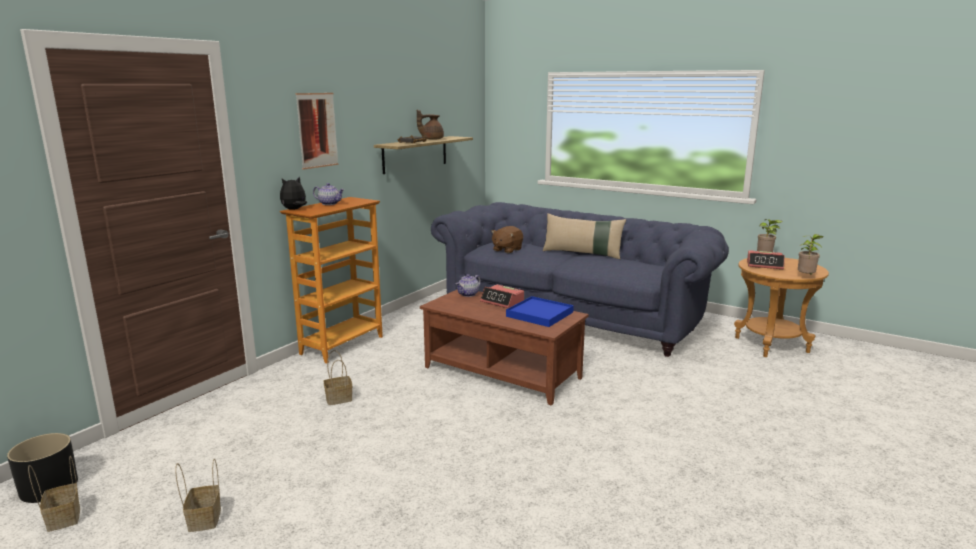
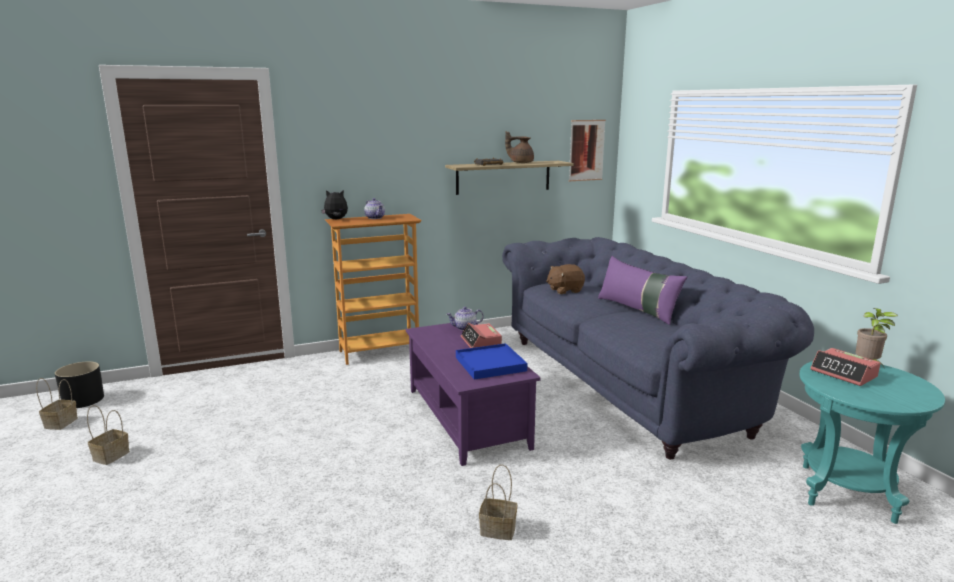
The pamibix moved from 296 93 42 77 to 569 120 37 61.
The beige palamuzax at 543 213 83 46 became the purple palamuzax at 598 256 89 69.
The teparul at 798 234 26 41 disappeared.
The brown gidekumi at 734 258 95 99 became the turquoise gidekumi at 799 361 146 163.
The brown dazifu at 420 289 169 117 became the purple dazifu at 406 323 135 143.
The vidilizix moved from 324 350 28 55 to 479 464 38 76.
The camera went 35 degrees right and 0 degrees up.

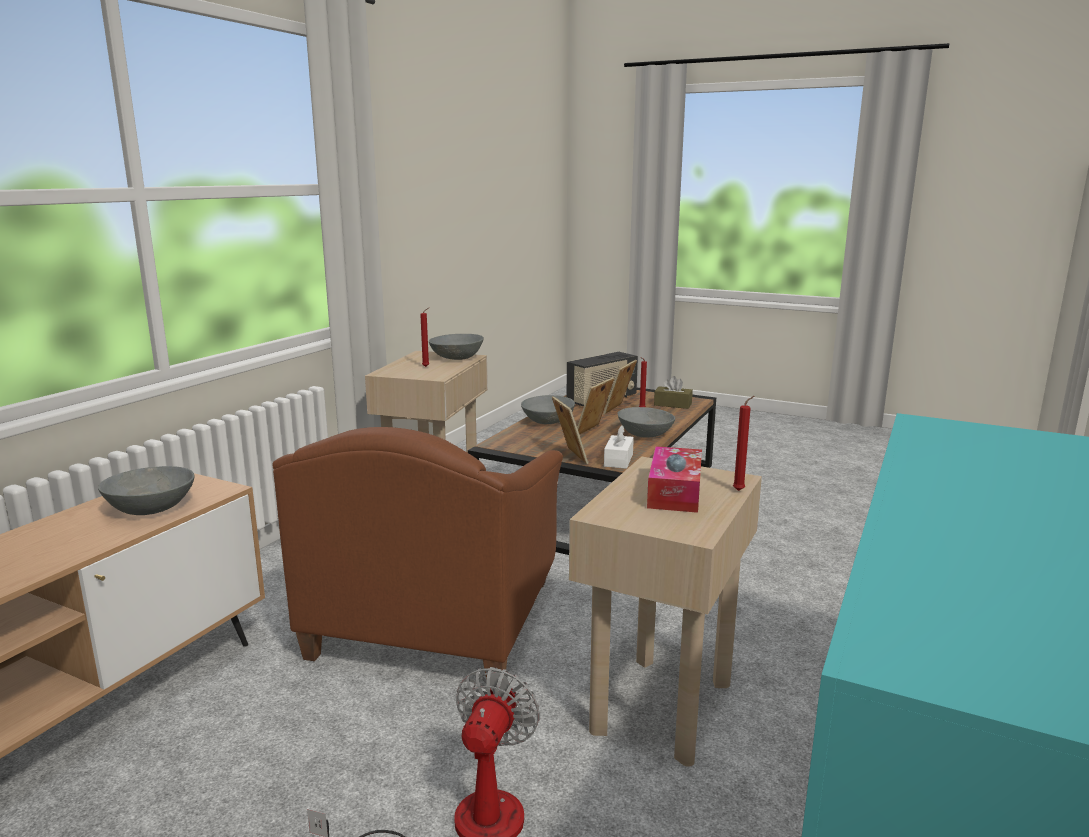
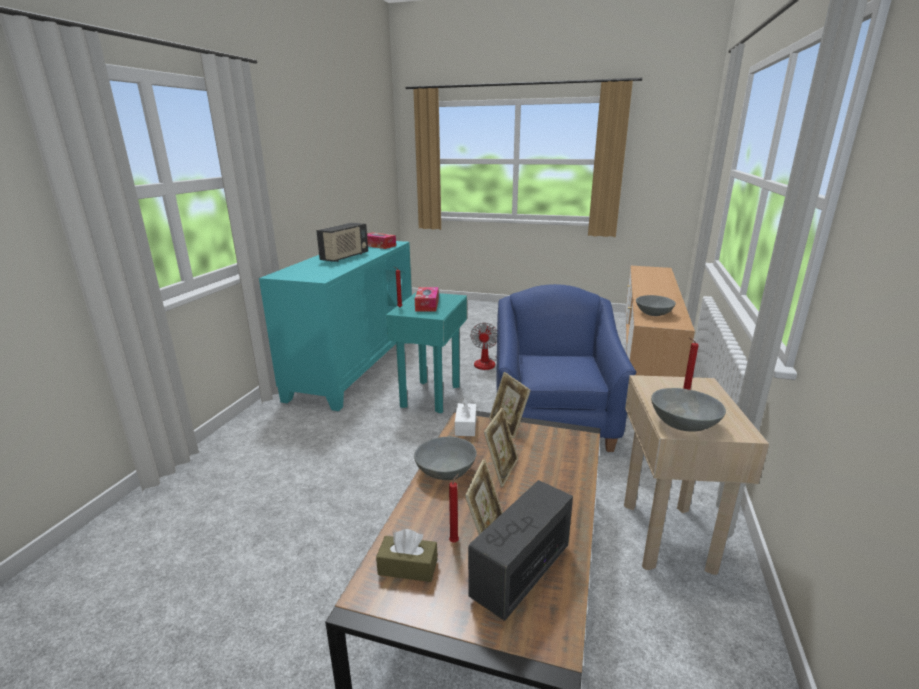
The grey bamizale at 521 395 54 29 disappeared.
The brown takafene at 273 427 290 251 became the blue takafene at 496 284 140 168.
The beige gidekumi at 569 456 193 311 became the turquoise gidekumi at 386 292 81 121.
The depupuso at 316 223 52 39 appeared.
The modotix at 367 232 29 17 appeared.
The camera went 170 degrees right and 5 degrees up.

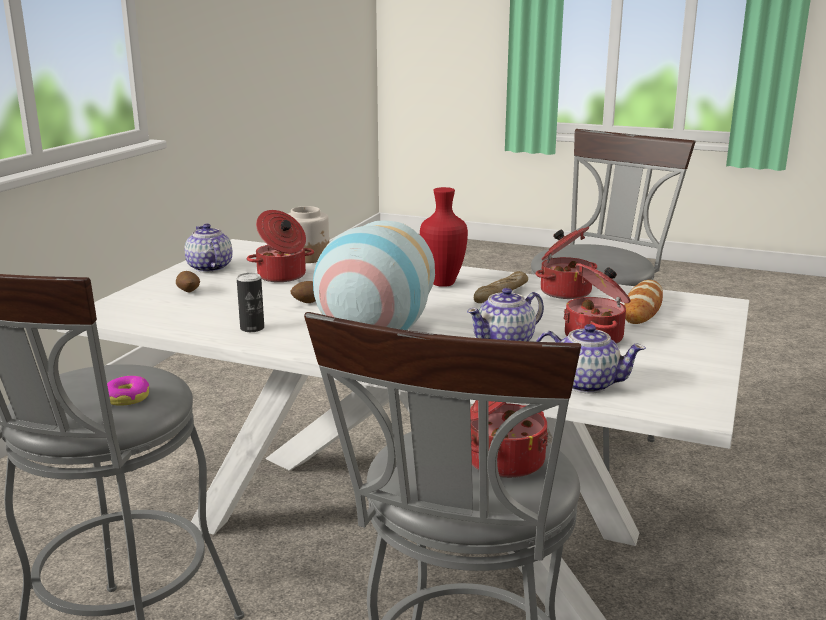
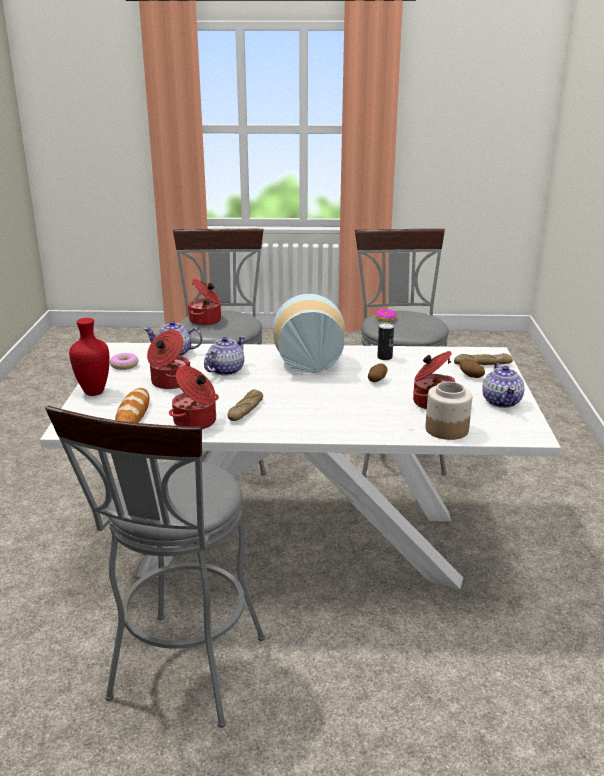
The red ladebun moved from 420 187 48 100 to 69 318 41 78.
The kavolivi at 185 224 47 49 turned 45 degrees clockwise.
The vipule at 110 353 28 17 appeared.
The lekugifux at 454 353 59 12 appeared.
The camera went 160 degrees right and 5 degrees up.

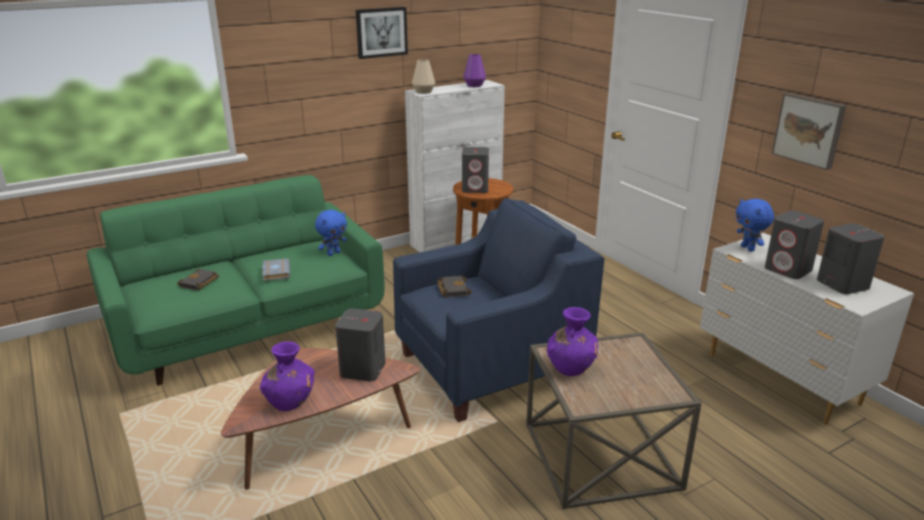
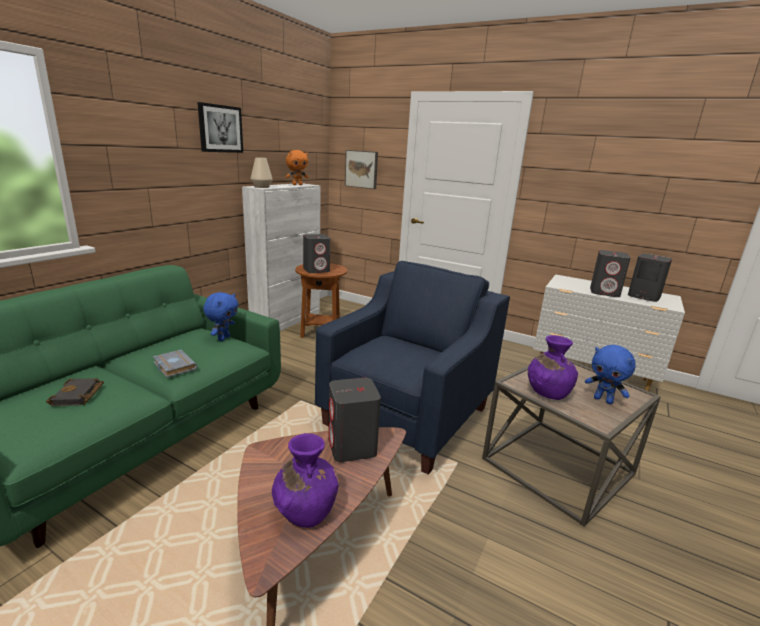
The purple ladebun at 463 54 23 33 was replaced by the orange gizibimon at 286 150 23 35.
The pamibix moved from 772 93 74 77 to 345 150 33 39.
The blue gizibimon moved from 736 199 38 53 to 585 345 51 59.
The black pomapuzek at 437 275 35 23 disappeared.
The camera went 30 degrees left and 5 degrees down.

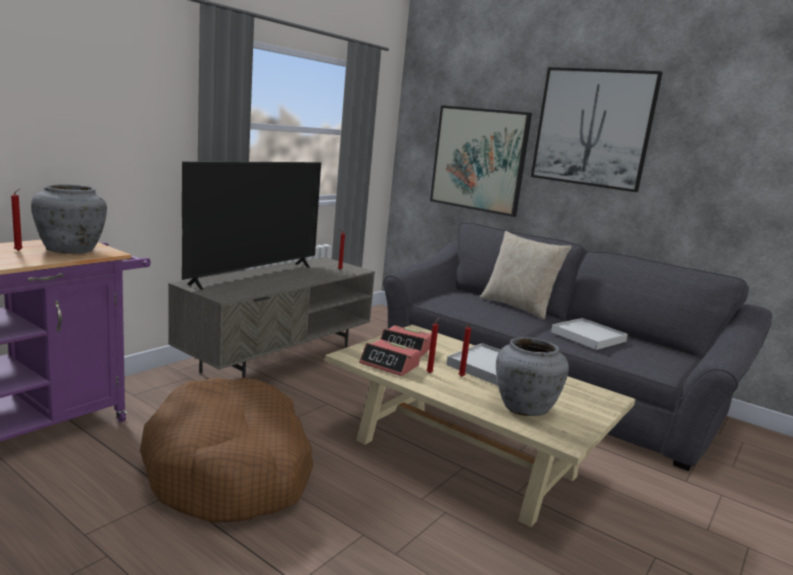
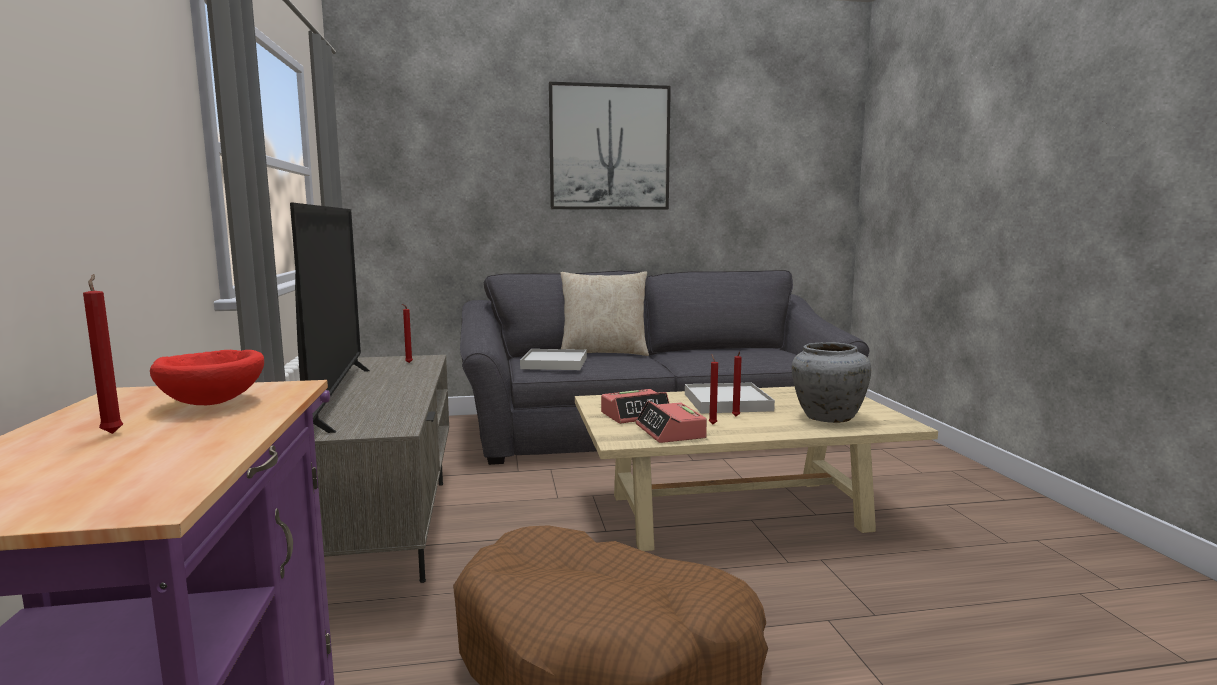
The pamibix at 430 105 102 112 disappeared.
The grey ladebun at 31 184 76 70 was replaced by the red bamizale at 150 350 114 56.
The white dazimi moved from 551 318 77 32 to 520 349 67 21.
The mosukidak at 359 339 62 37 turned 90 degrees clockwise.
The camera went 45 degrees left and 5 degrees down.

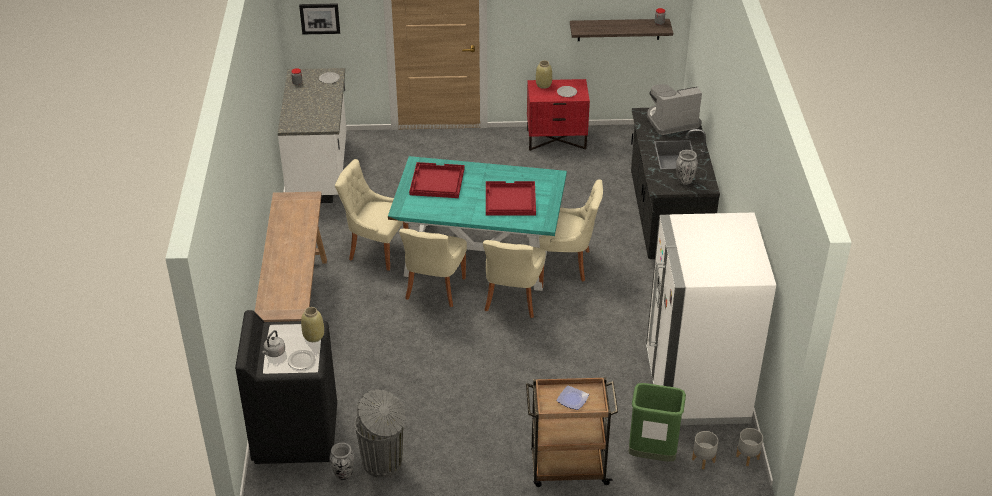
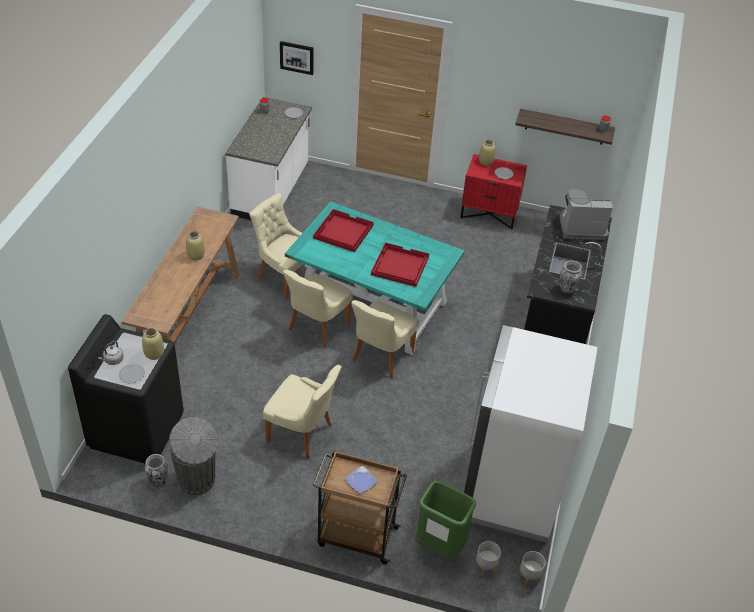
The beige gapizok moved from 539 180 64 101 to 263 365 79 94.
The beige ladebun at 186 231 19 29 appeared.
The camera went 15 degrees right and 5 degrees up.

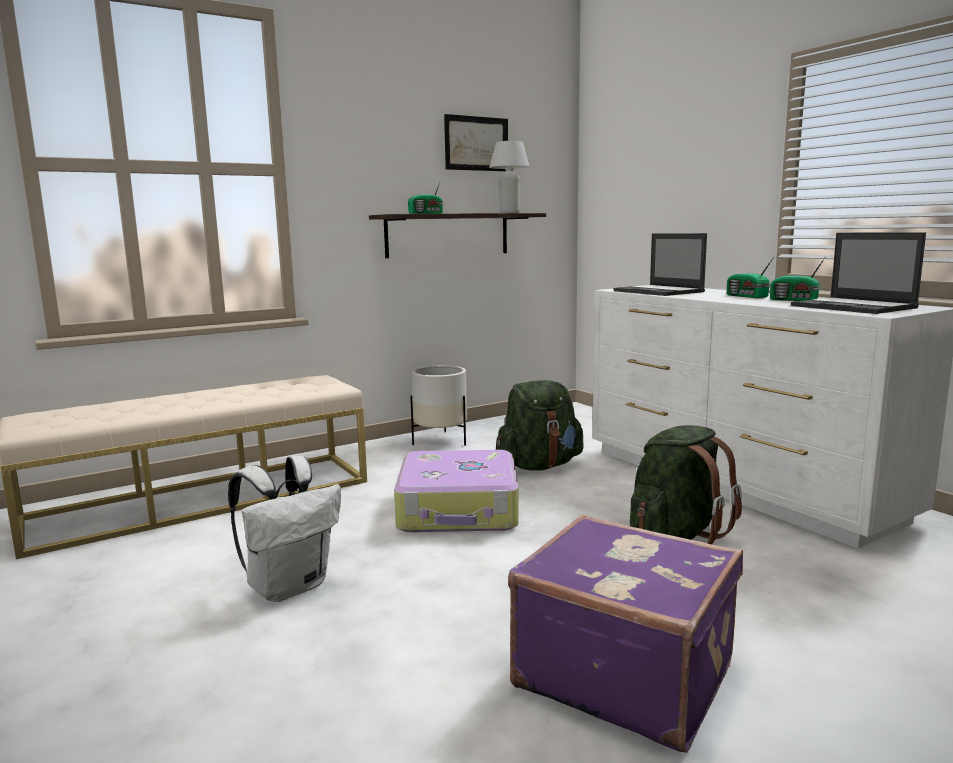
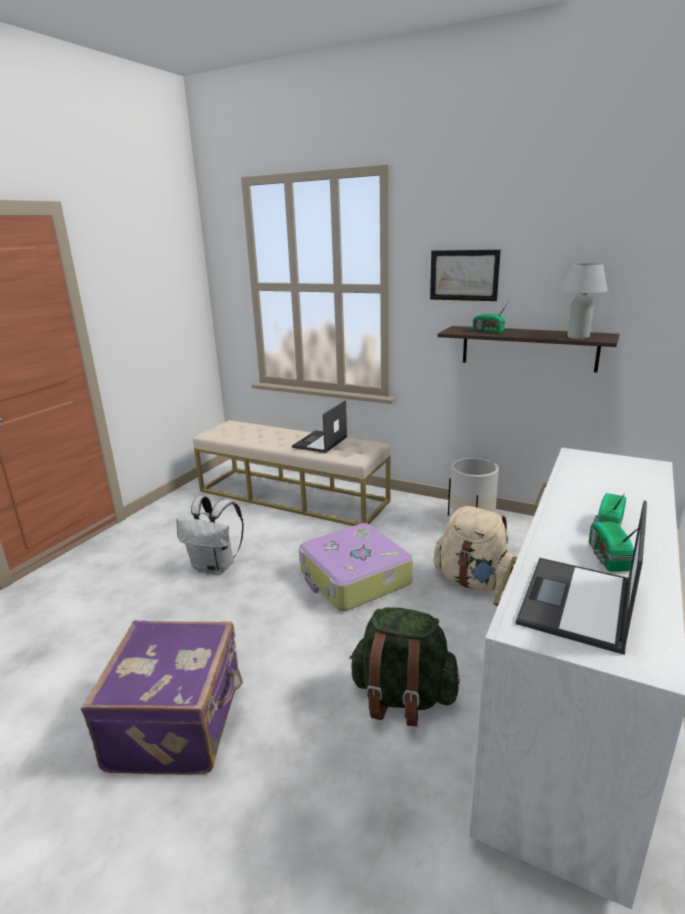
The pamibix moved from 444 114 64 57 to 430 250 71 51.
The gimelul moved from 614 233 93 63 to 292 400 56 53.
The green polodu at 496 380 88 91 became the beige polodu at 433 506 82 85.
The camera went 60 degrees right and 10 degrees up.

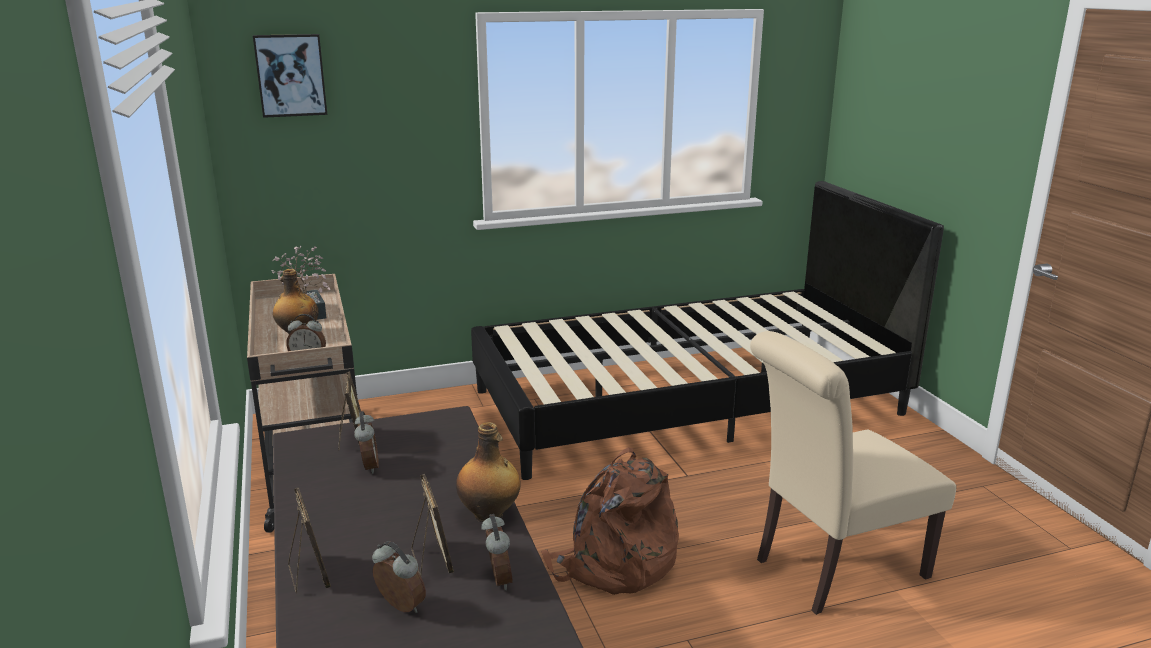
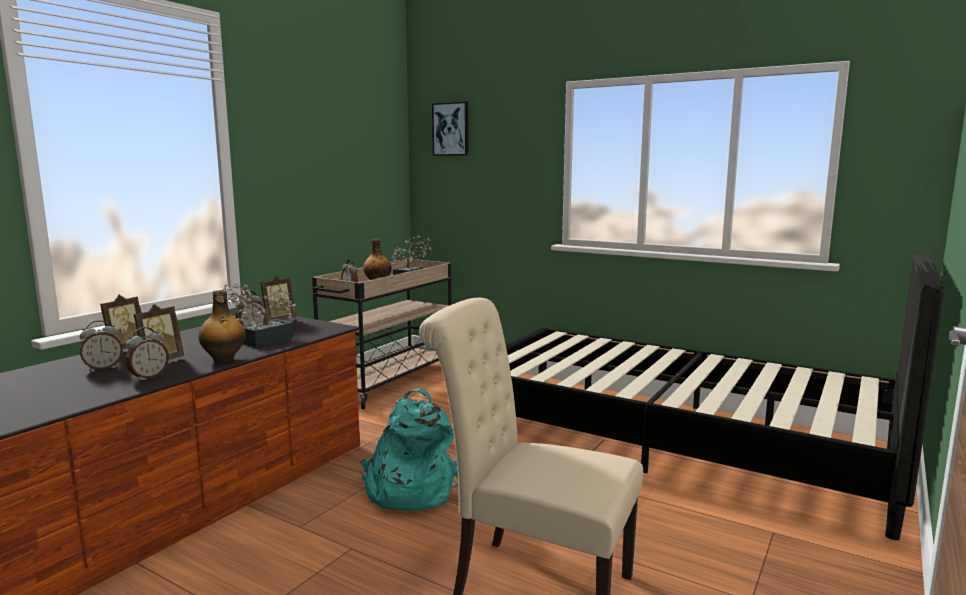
The brown polodu at 541 447 138 148 became the turquoise polodu at 360 388 99 123.
The mosukidak at 372 541 54 72 turned 60 degrees clockwise.
The teparul at 223 283 73 64 appeared.
The camera went 50 degrees right and 10 degrees down.

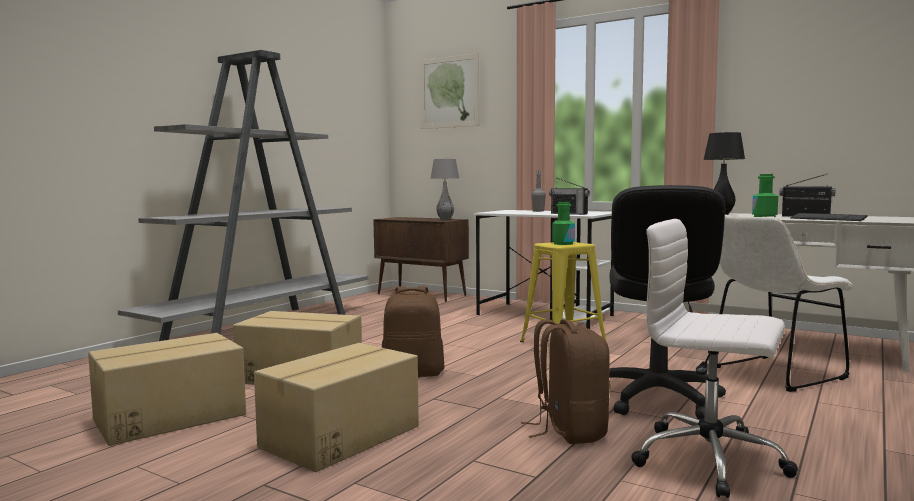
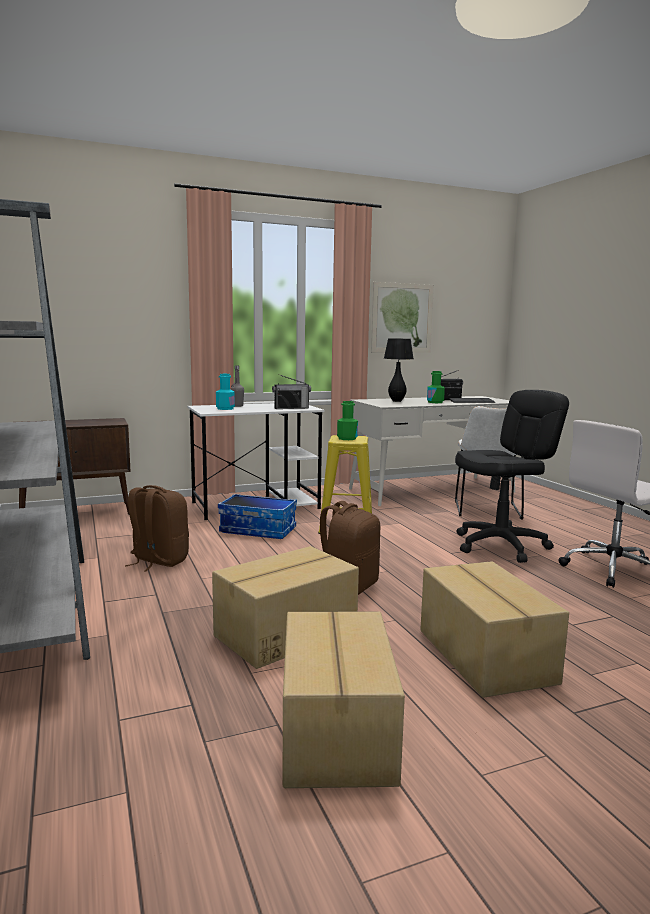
The pamibix moved from 420 53 59 76 to 371 282 63 71.
The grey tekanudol at 430 159 29 61 disappeared.
The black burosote at 609 185 117 235 turned 75 degrees counterclockwise.
The brown polodu moved from 521 319 89 125 to 125 485 64 87.
The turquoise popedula at 216 374 19 36 appeared.
The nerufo at 218 494 79 45 appeared.
The camera went 55 degrees left and 5 degrees up.

